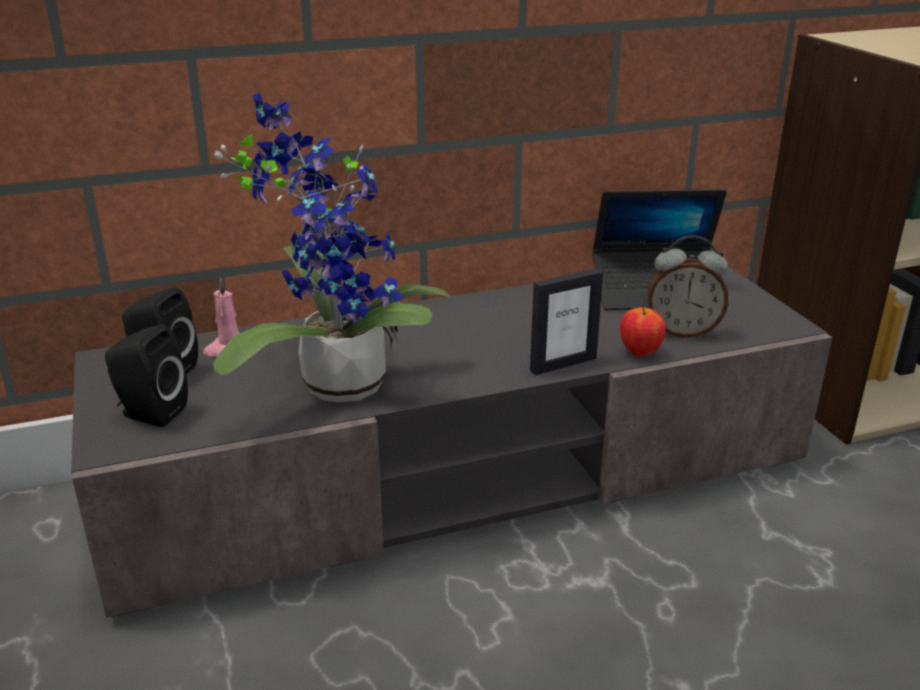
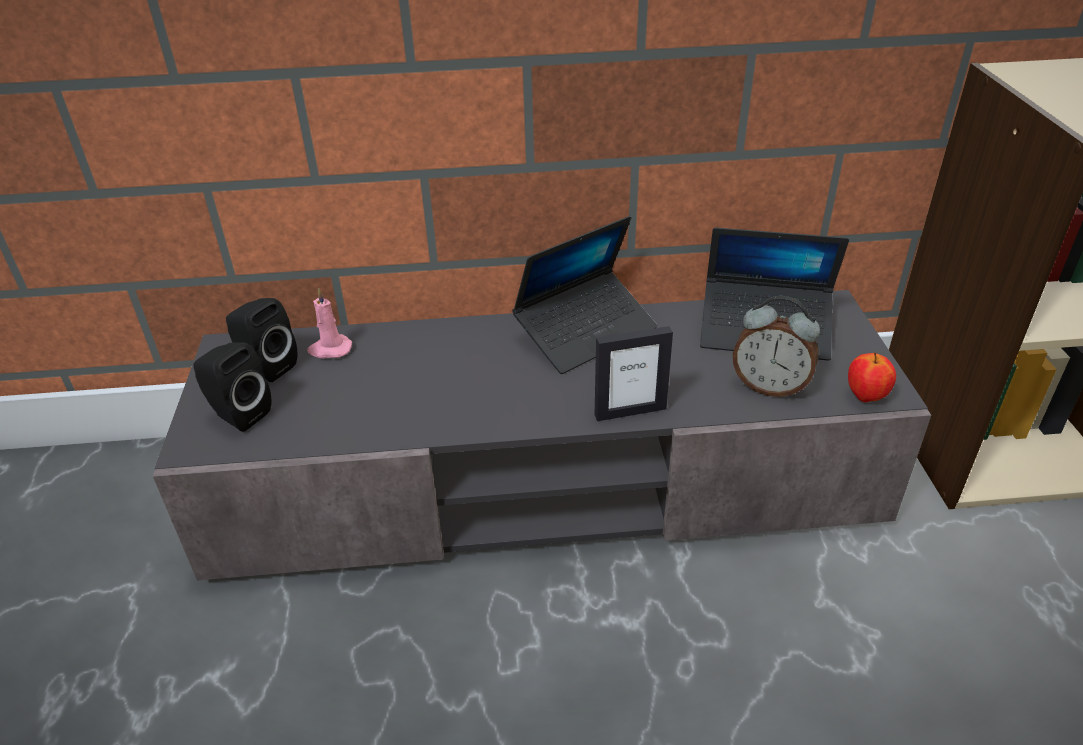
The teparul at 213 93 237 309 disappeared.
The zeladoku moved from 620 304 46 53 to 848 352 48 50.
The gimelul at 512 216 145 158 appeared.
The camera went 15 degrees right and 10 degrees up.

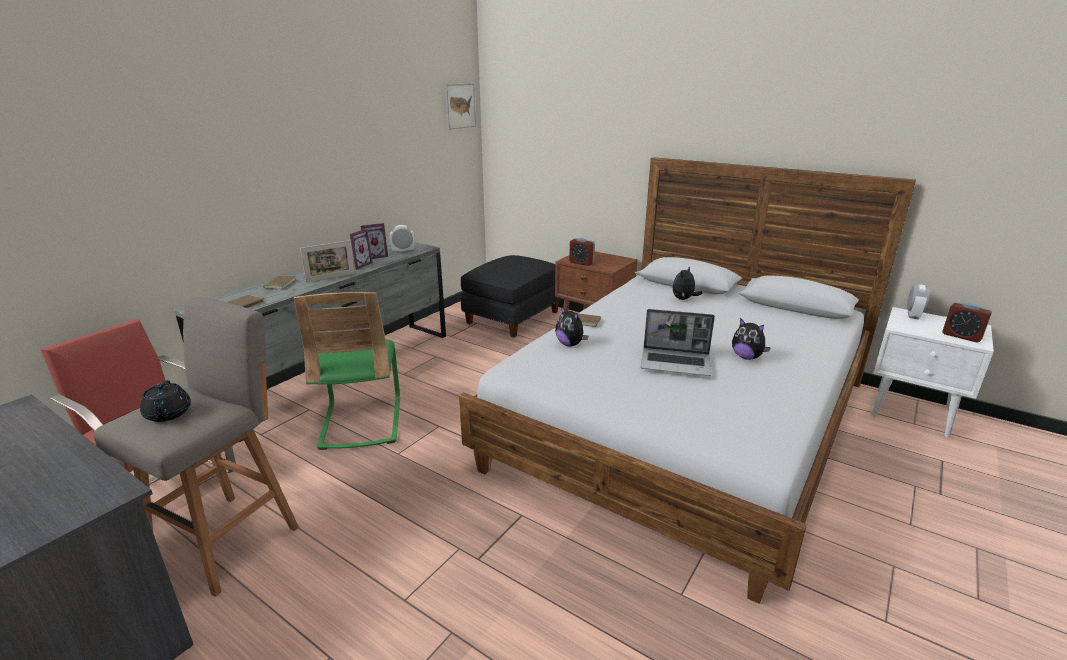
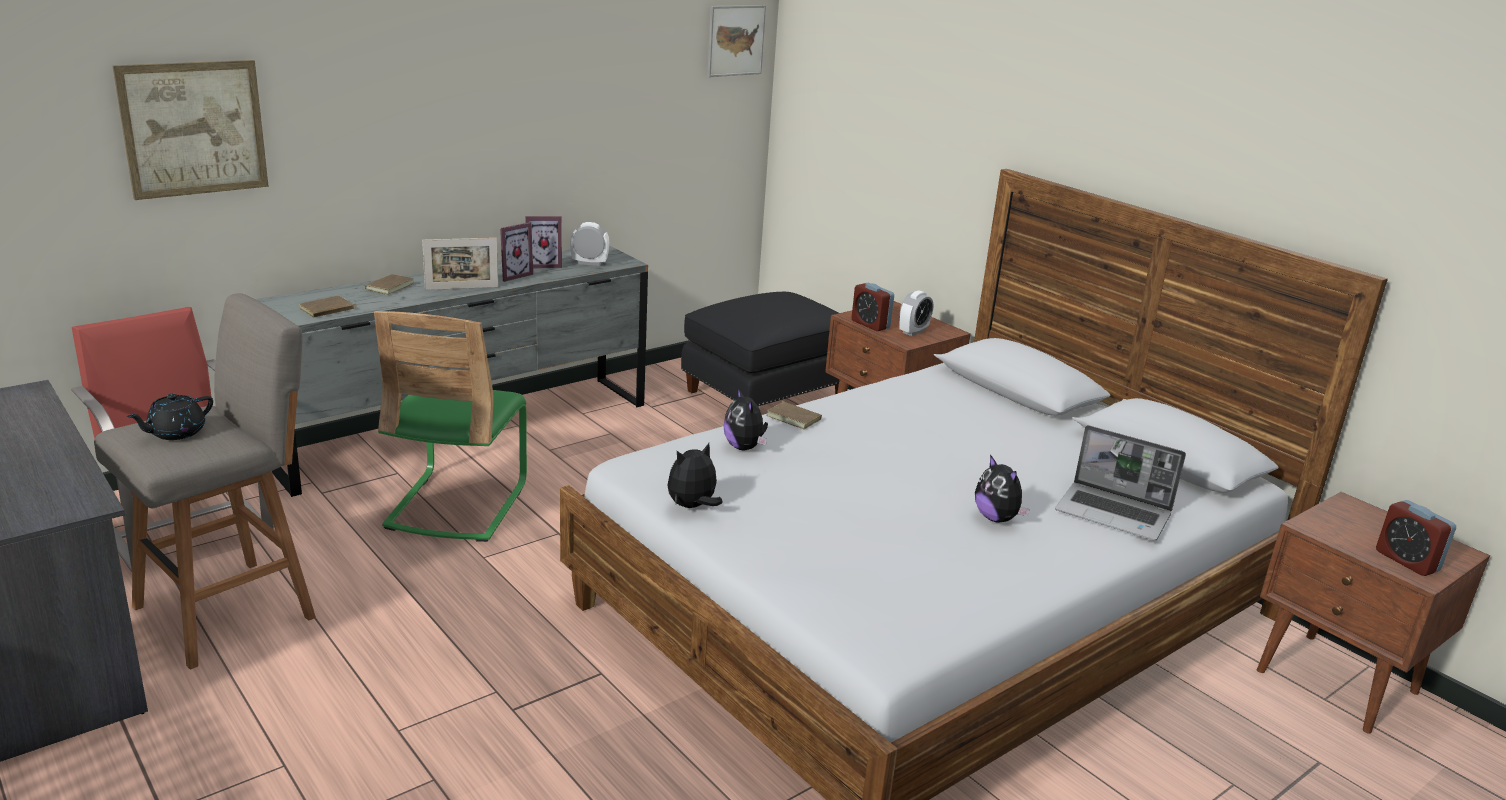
The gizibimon moved from 673 267 29 33 to 667 443 56 65.
The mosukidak moved from 907 284 23 35 to 899 290 35 46.
The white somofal at 871 307 123 131 became the brown somofal at 1257 492 233 242.
The gimelul moved from 641 309 74 67 to 1055 425 131 116.
The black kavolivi at 140 380 51 42 turned 45 degrees clockwise.
The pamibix at 113 60 156 140 appeared.
The camera went 15 degrees right and 0 degrees up.

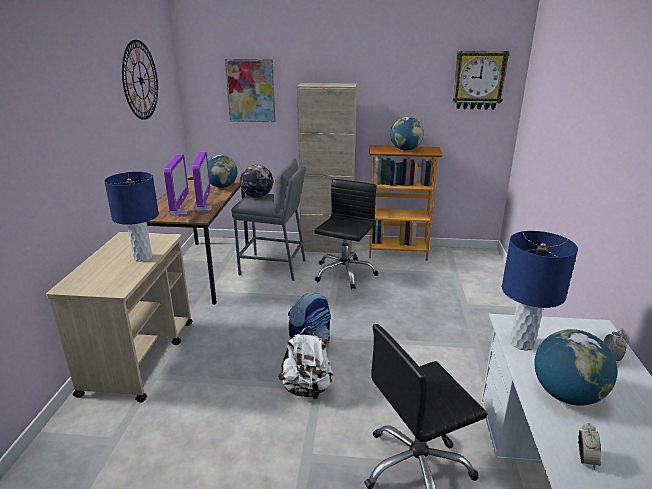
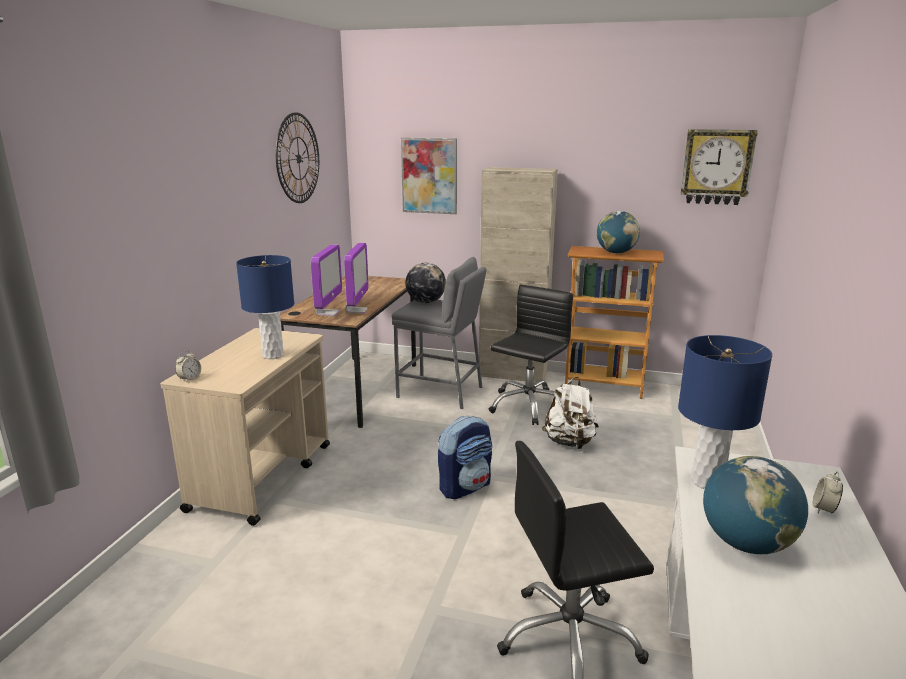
The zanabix at 208 155 30 33 disappeared.
The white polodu moved from 278 326 56 74 to 542 377 57 72.
The mosukidak moved from 578 423 23 47 to 175 350 26 33.
The camera went 10 degrees right and 5 degrees down.

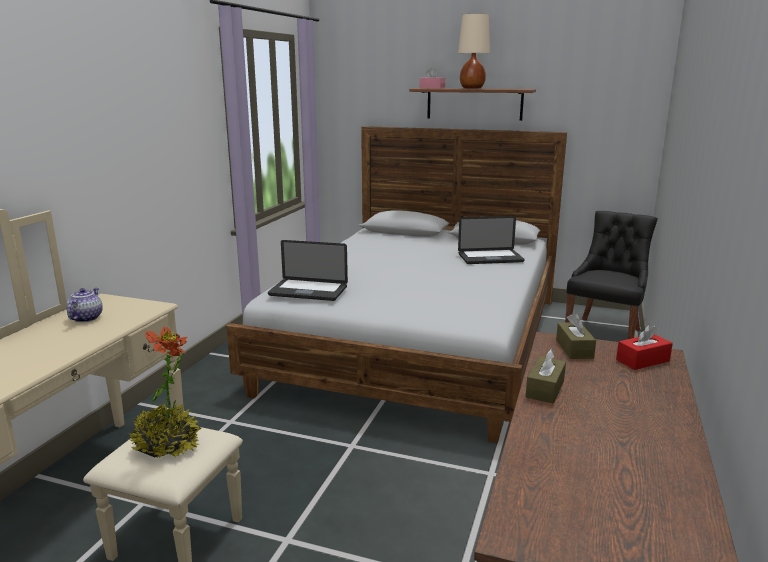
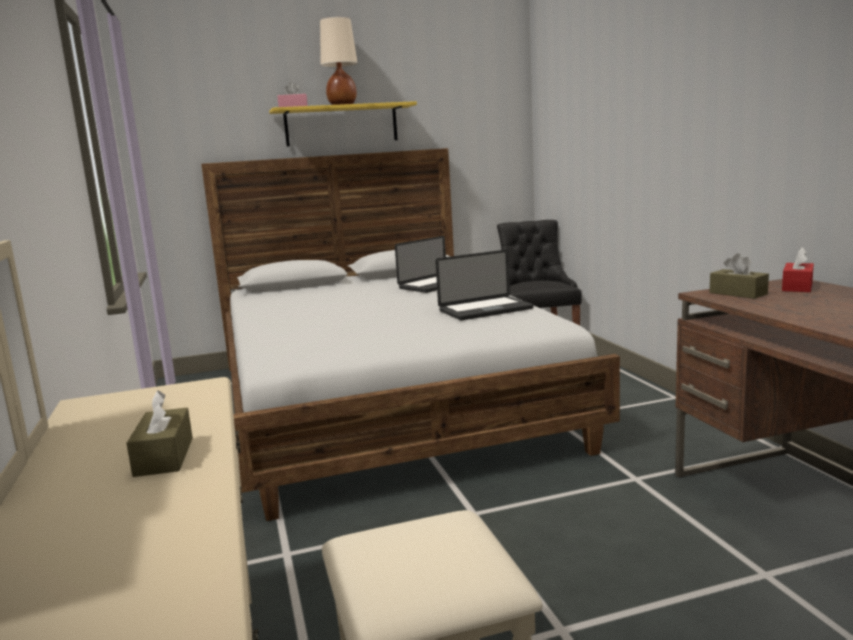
The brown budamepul at 409 88 127 33 became the yellow budamepul at 269 101 148 46.
The gimelul moved from 268 240 80 61 to 435 250 99 70.
The kavolivi at 66 288 37 34 disappeared.
The teparul at 128 327 73 131 disappeared.
The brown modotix moved from 526 349 40 55 to 126 390 67 87.
The camera went 35 degrees left and 5 degrees down.

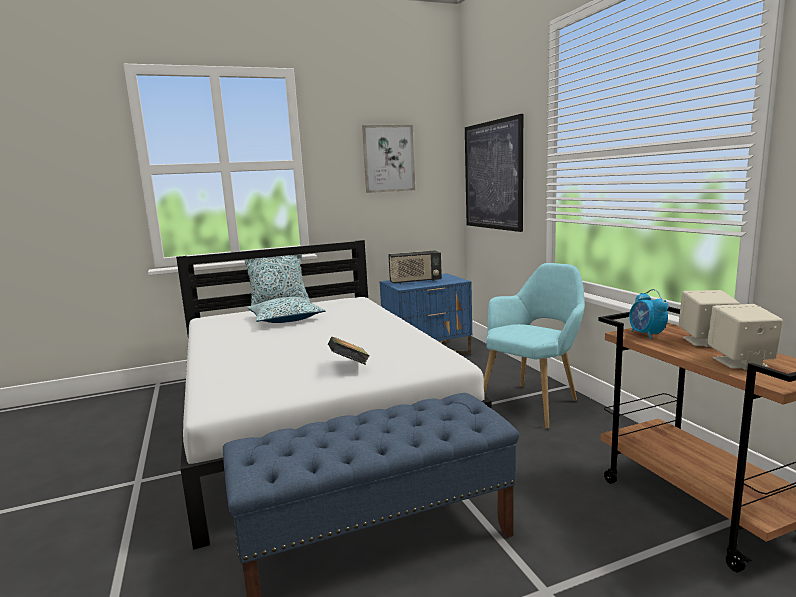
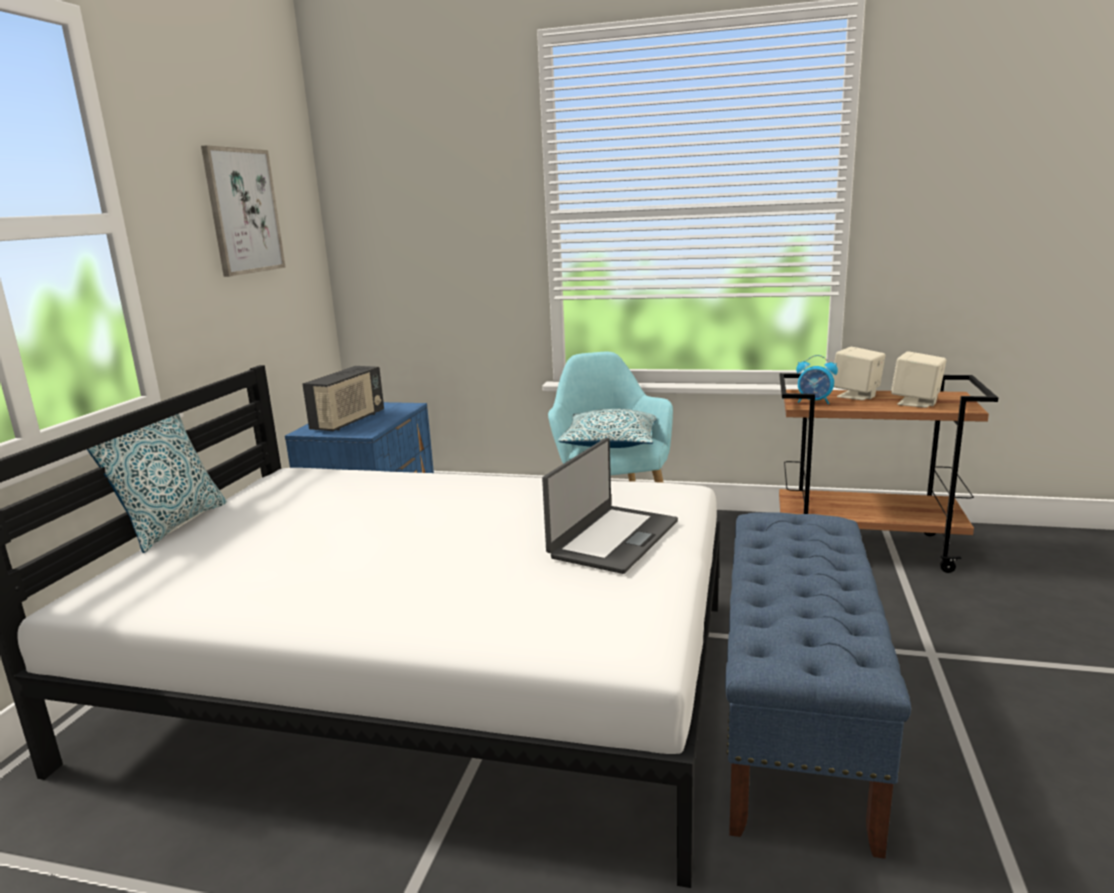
The pamibix at 465 114 58 118 disappeared.
The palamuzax moved from 247 297 78 26 to 558 409 99 39.
The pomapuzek at 328 337 42 28 was replaced by the gimelul at 542 438 136 136.
The camera went 55 degrees left and 5 degrees up.

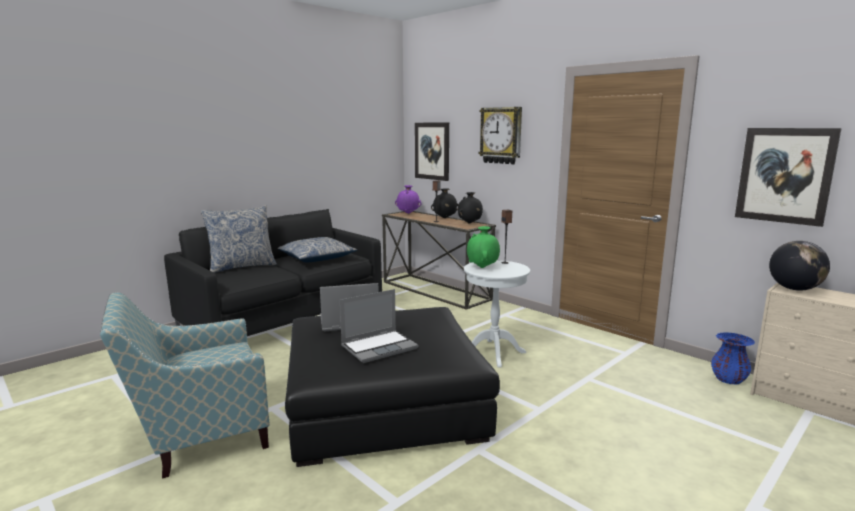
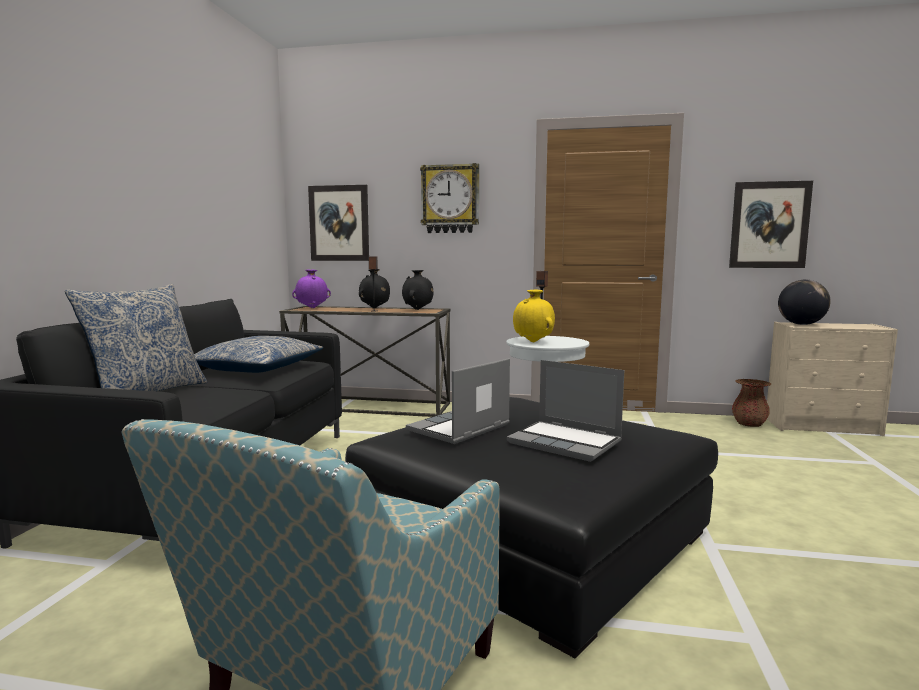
The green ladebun at 467 226 33 42 became the yellow ladebun at 513 290 42 52.
The gimelul at 340 289 78 74 turned 105 degrees clockwise.
The blue ladebun at 711 332 44 52 became the brown ladebun at 732 379 40 48.
The camera went 35 degrees left and 5 degrees down.

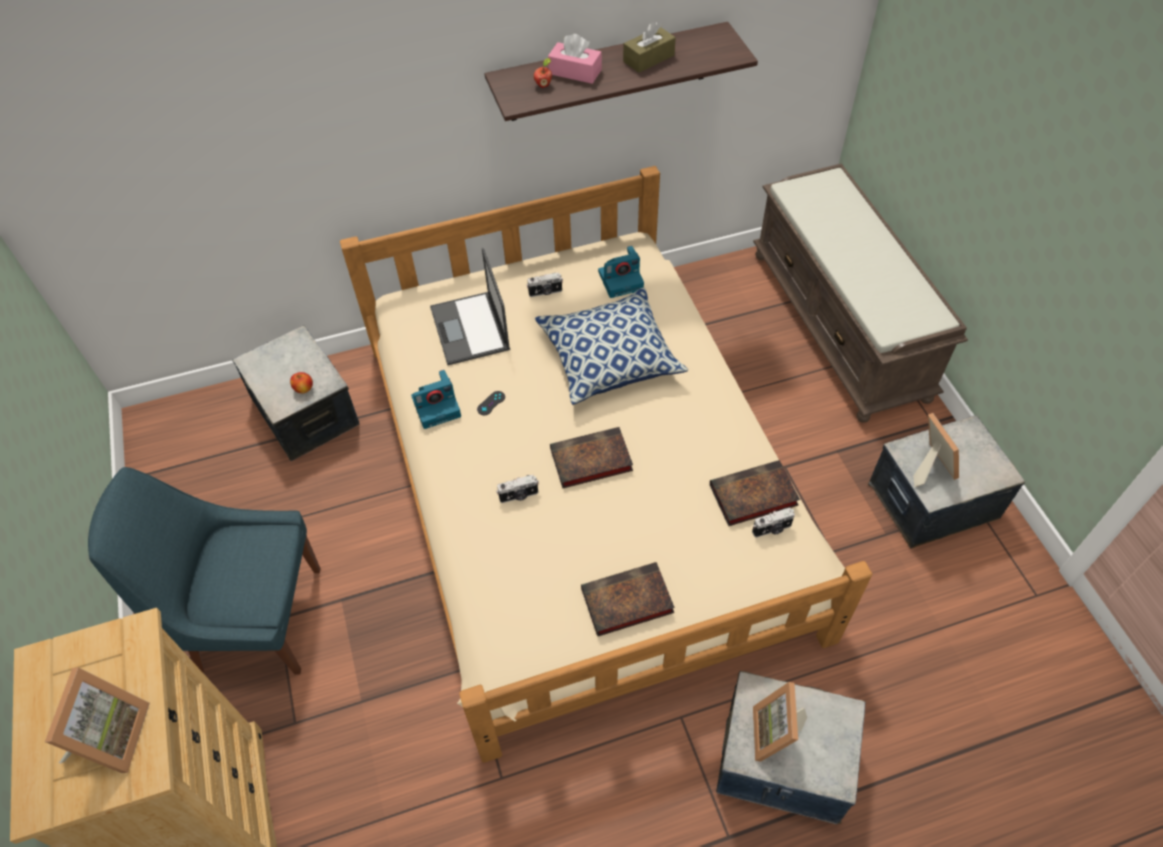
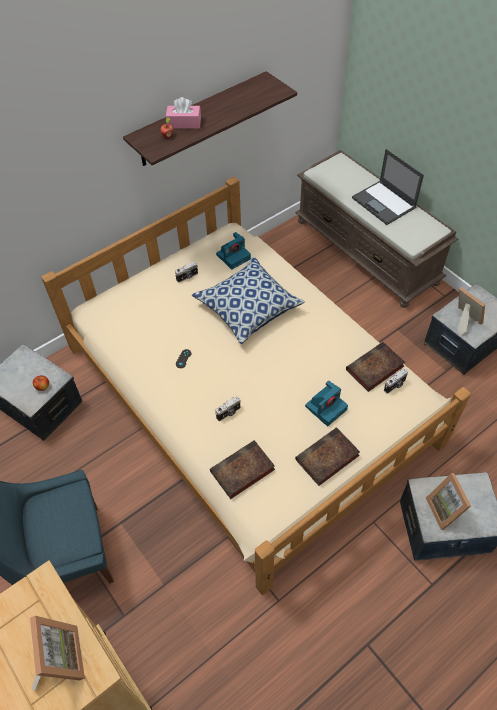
The brown modotix at 623 22 53 51 disappeared.
The gimelul moved from 430 248 80 117 to 352 149 72 76.
The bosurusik moved from 411 370 50 59 to 305 380 43 46.
The pomapuzek moved from 550 427 83 61 to 210 440 65 59.
The camera went 20 degrees left and 0 degrees up.

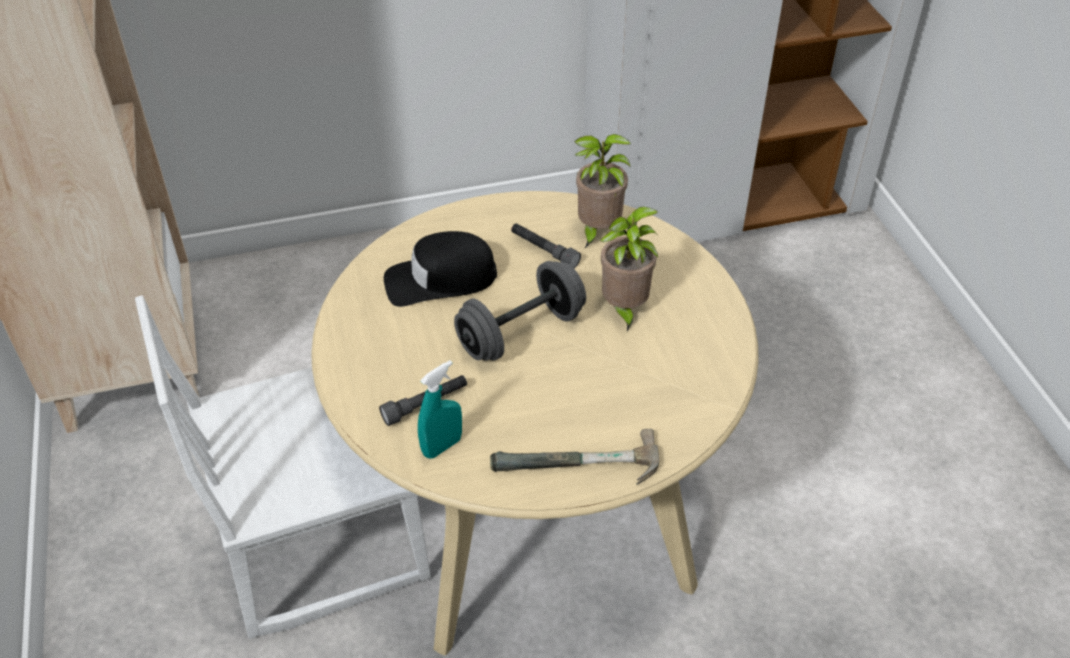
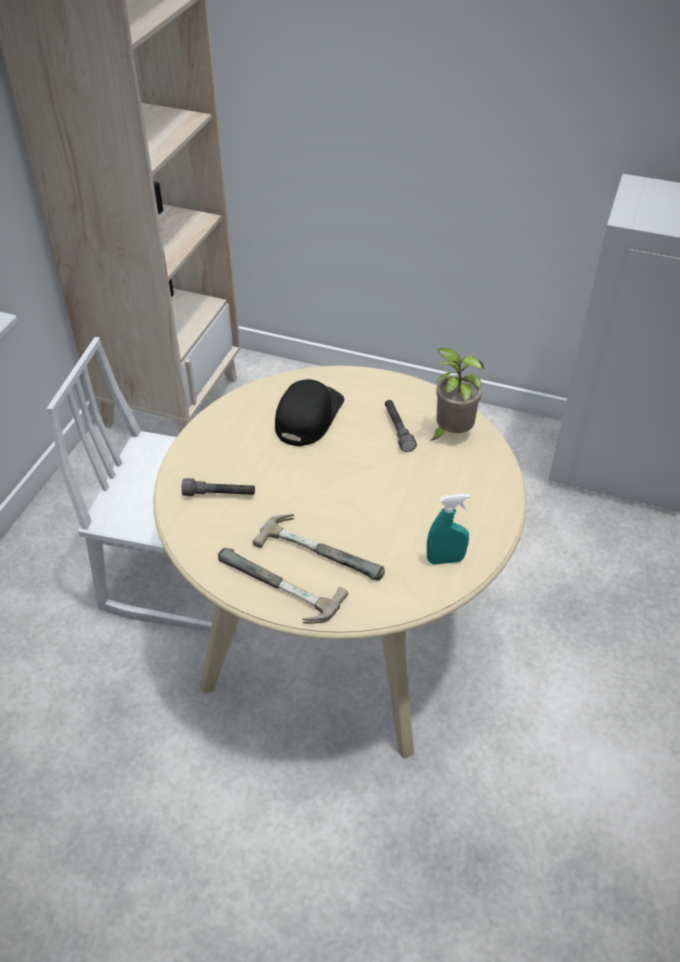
The teparul at 600 207 58 125 disappeared.
The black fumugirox at 384 231 113 76 turned 90 degrees clockwise.
The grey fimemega at 454 261 132 100 disappeared.
The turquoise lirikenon moved from 418 360 44 99 to 427 494 43 70.
The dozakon at 253 514 132 66 appeared.
The camera went 35 degrees right and 0 degrees up.

